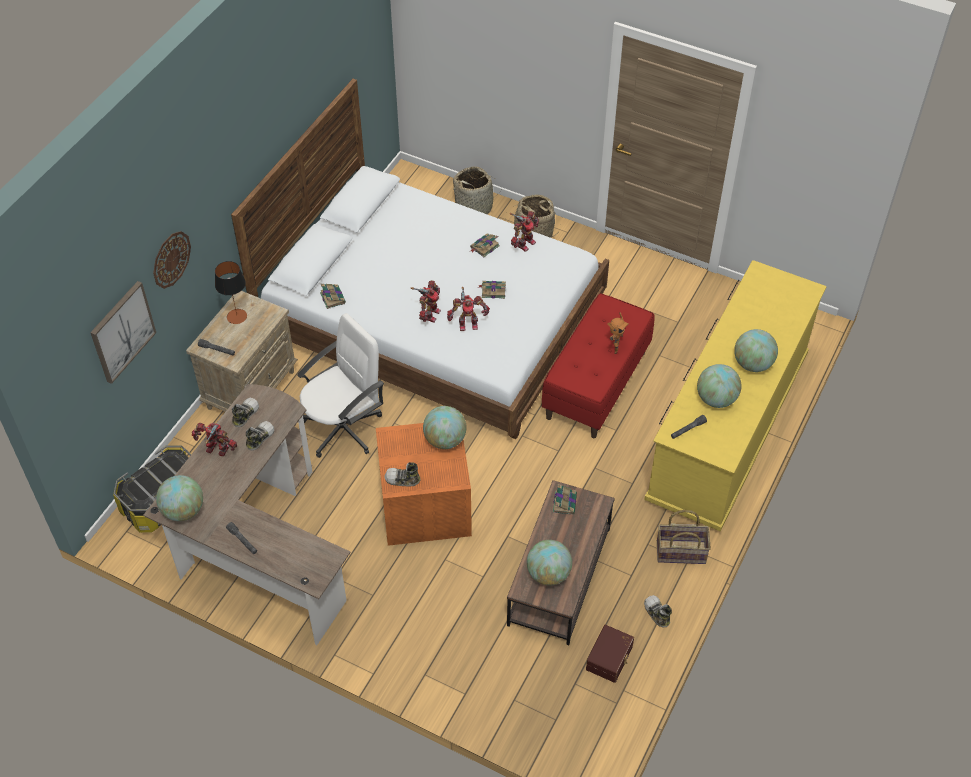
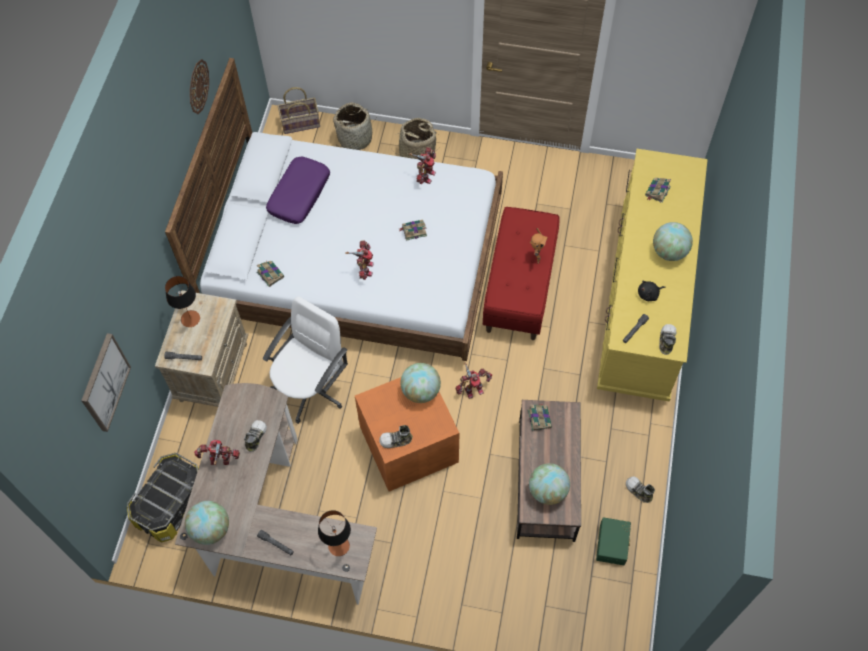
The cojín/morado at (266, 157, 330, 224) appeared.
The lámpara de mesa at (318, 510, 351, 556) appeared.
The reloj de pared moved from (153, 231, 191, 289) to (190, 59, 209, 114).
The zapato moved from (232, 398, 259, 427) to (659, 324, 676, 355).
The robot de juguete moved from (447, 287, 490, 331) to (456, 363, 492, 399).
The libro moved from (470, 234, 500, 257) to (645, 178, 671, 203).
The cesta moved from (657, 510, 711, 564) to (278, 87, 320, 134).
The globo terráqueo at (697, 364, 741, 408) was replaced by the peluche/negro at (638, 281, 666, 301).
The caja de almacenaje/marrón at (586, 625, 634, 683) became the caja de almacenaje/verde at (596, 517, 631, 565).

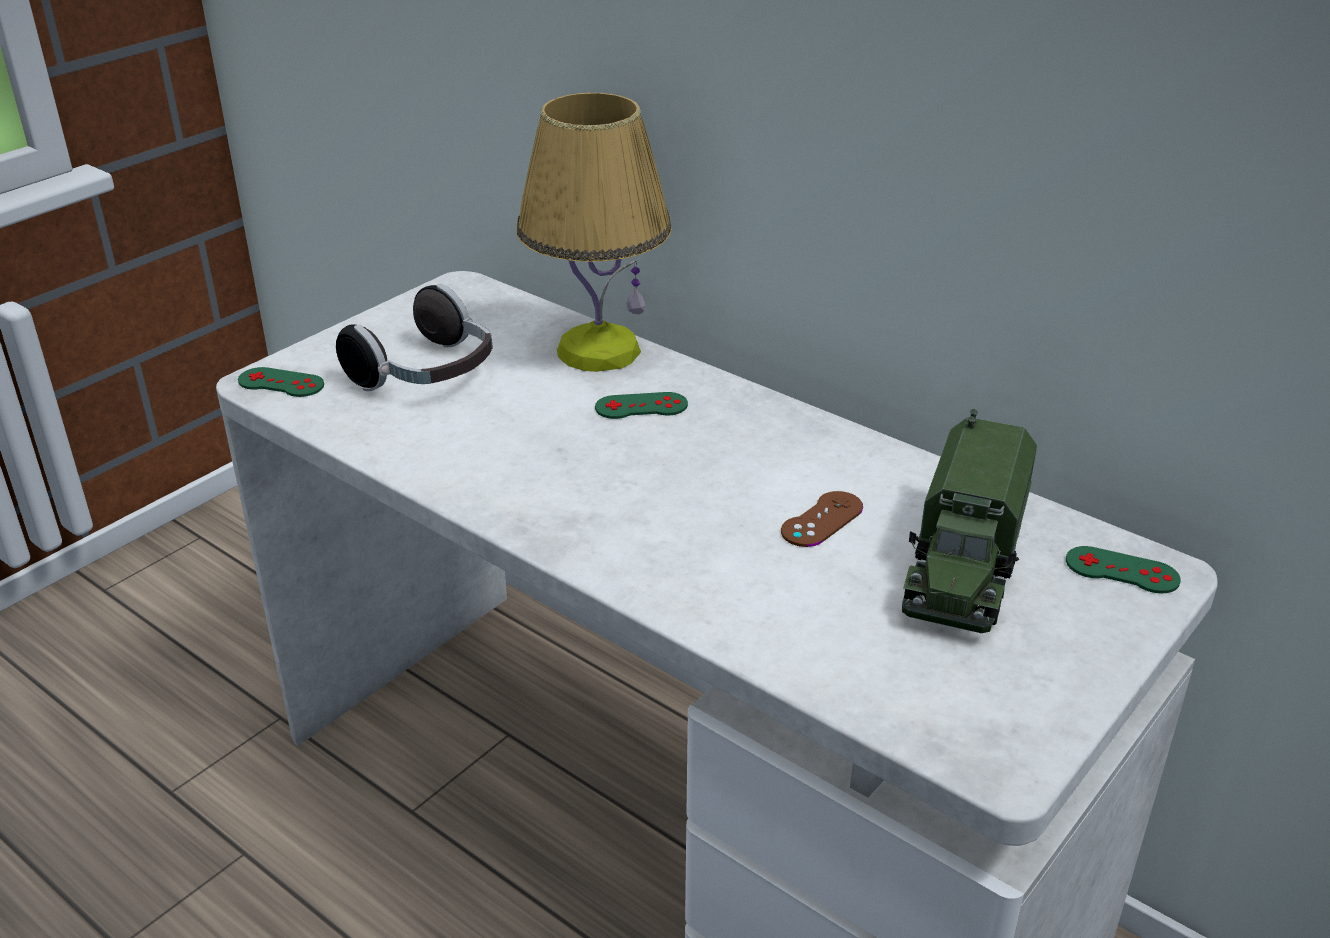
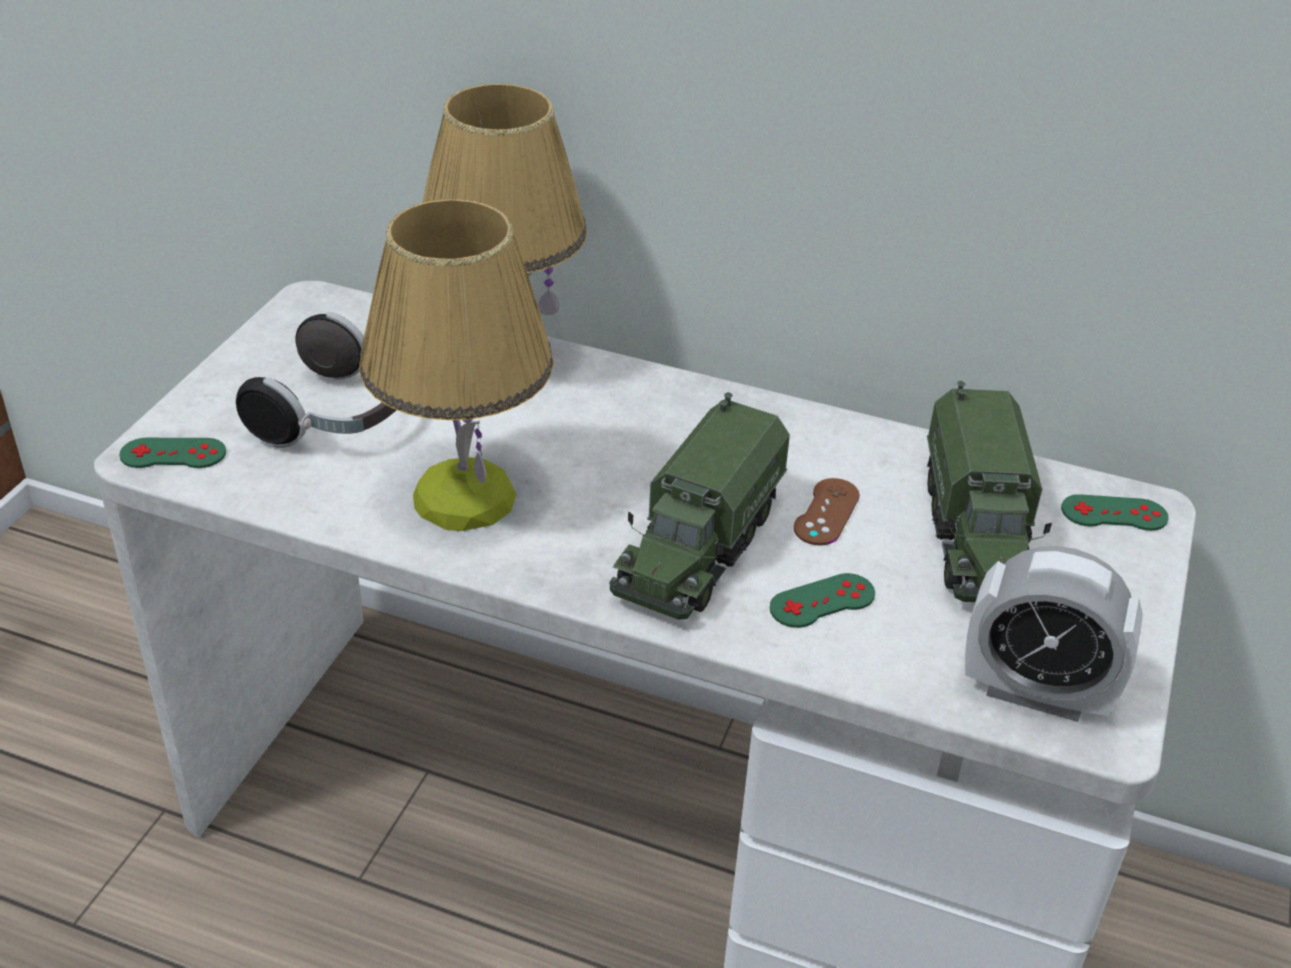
The lámpara de mesa at (359, 199, 554, 531) appeared.
The camión de juguete at (609, 392, 790, 620) appeared.
The despertador at (965, 546, 1143, 722) appeared.
The mando de consola/verde moved from (595, 392, 688, 419) to (770, 573, 875, 628).

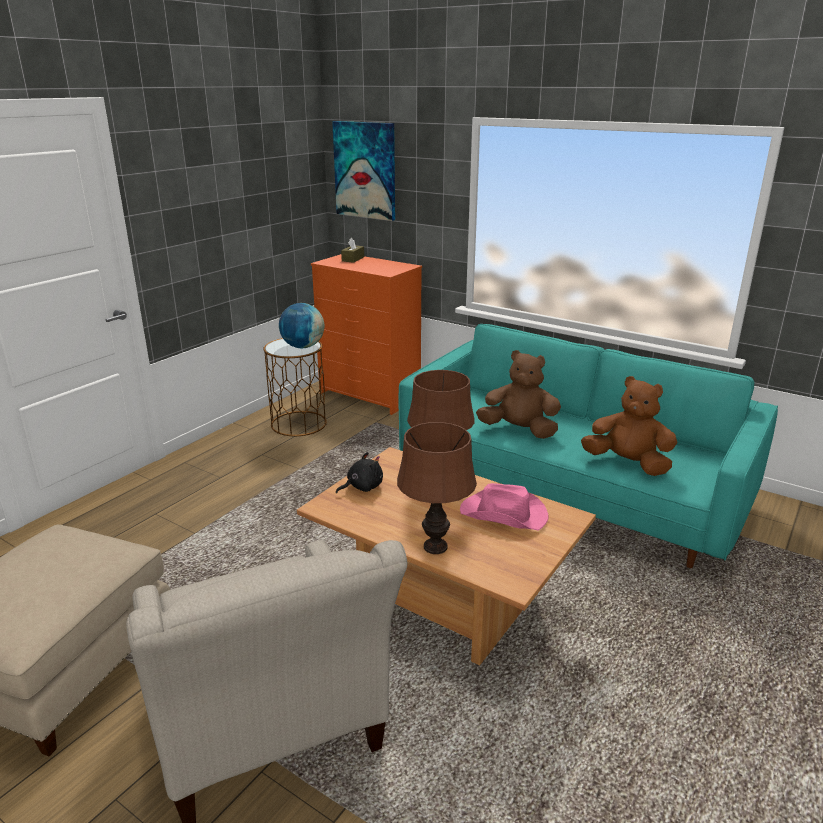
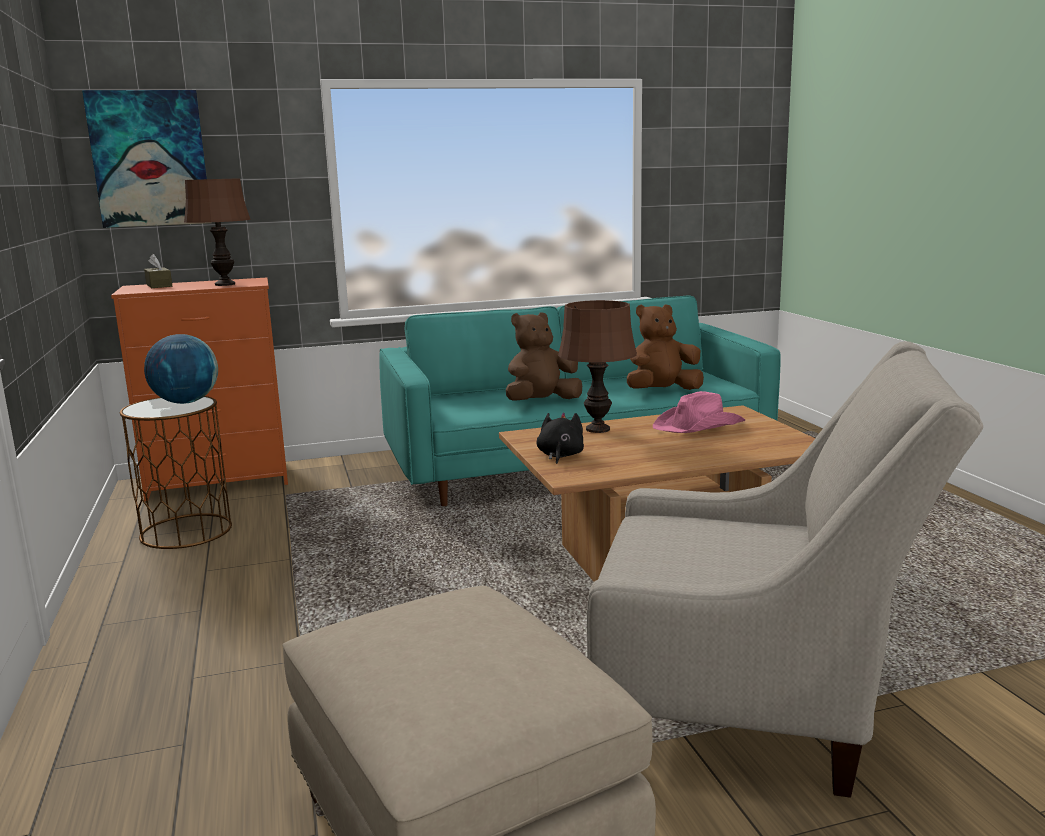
The lámpara de mesa/marrón moved from (397, 422, 477, 554) to (184, 178, 250, 286).

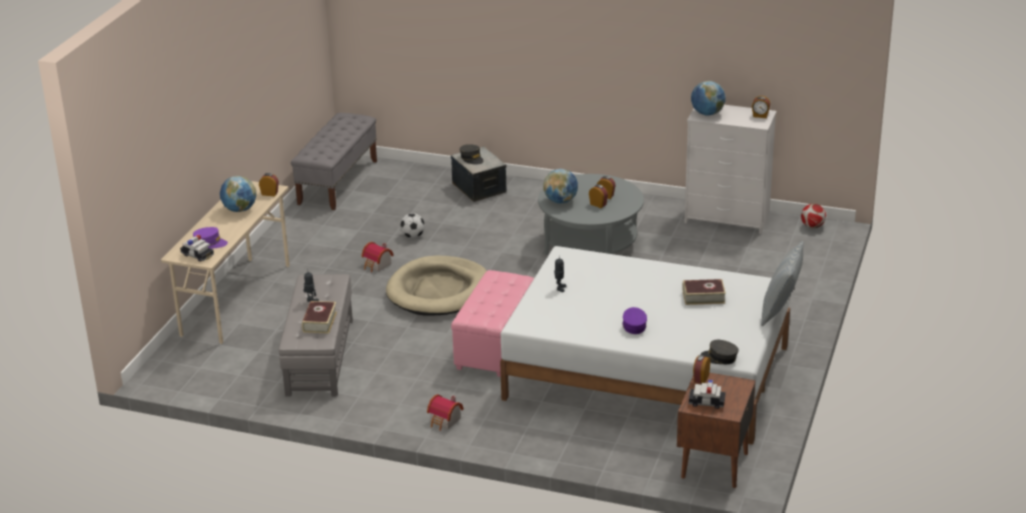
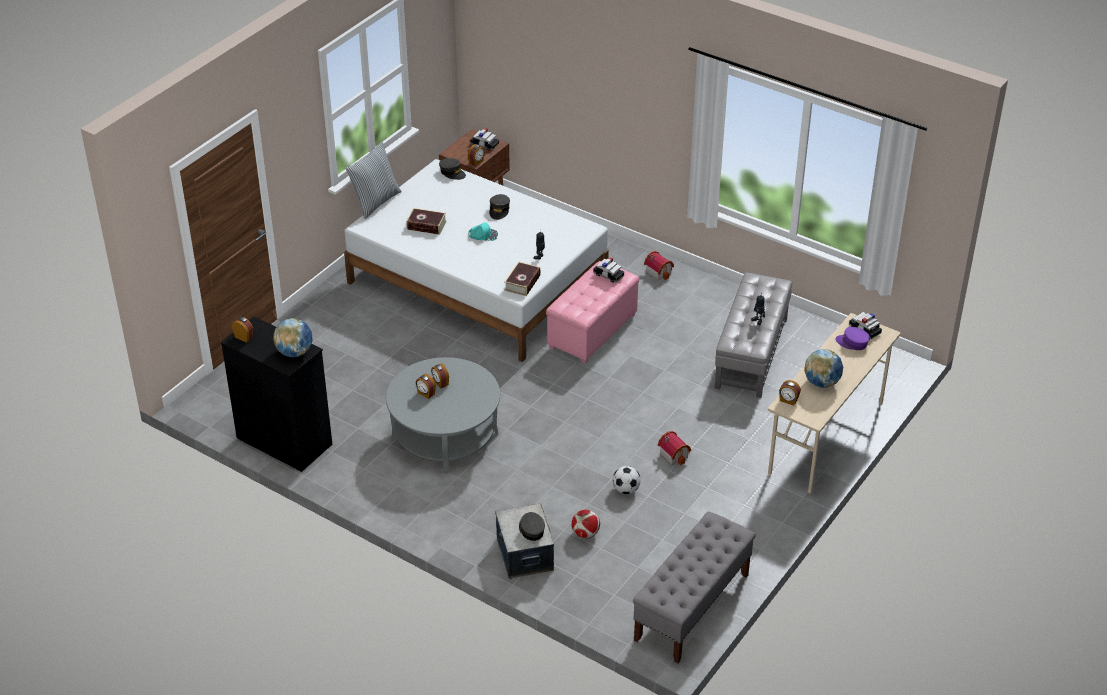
The cama para perro/beis at (386, 255, 487, 316) disappeared.
The globo terráqueo at (543, 169, 578, 204) disappeared.
The gorra/turquesa at (468, 222, 498, 241) appeared.
The coche de juguete at (593, 257, 624, 283) appeared.
The libro moved from (302, 301, 337, 334) to (504, 261, 541, 296).
The balón de fútbol moved from (801, 203, 826, 228) to (572, 509, 600, 538).
The gorra/morado at (622, 307, 647, 334) became the gorra/gris at (489, 194, 510, 220).
The cómoda/blanco at (685, 105, 777, 234) became the cómoda/negro at (221, 317, 332, 472).

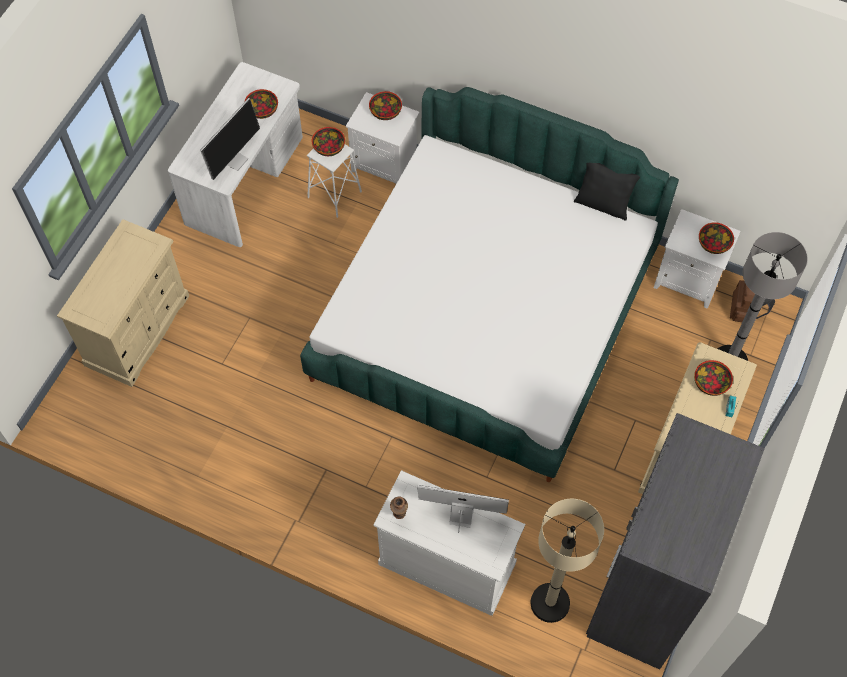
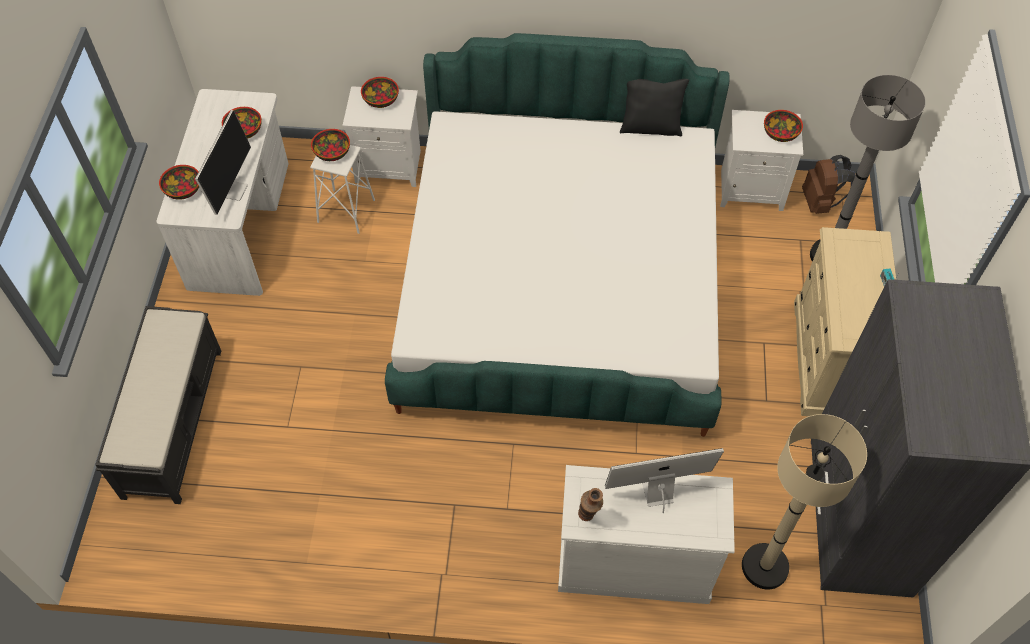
The cuenco moved from (694, 360, 733, 396) to (159, 165, 199, 200).
The cómoda/beis at (57, 219, 189, 387) was replaced by the banco/negro at (95, 306, 221, 504).

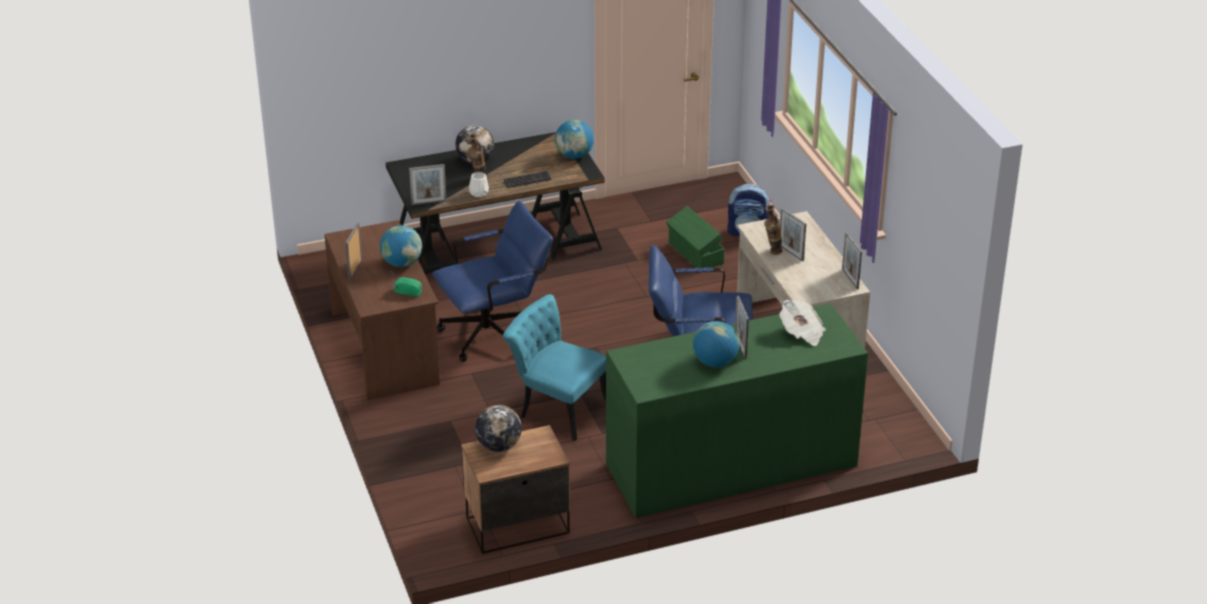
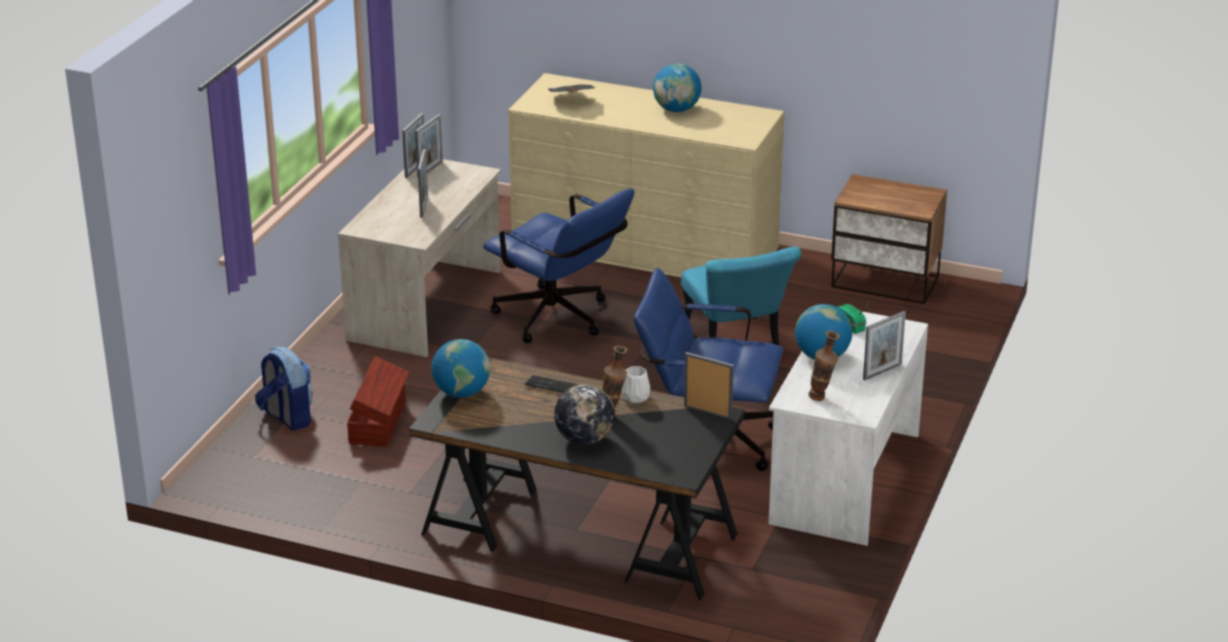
The globo terráqueo at (475, 405, 522, 452) disappeared.
The portarretratos moved from (735, 296, 749, 358) to (415, 114, 443, 177).
The florero moved from (764, 205, 782, 255) to (808, 331, 840, 401).
The escritorio/marrón at (324, 220, 440, 400) became the escritorio/blanco at (769, 312, 928, 546).
The cómoda/verde at (606, 303, 868, 518) became the cómoda/beis at (508, 73, 784, 277).
The caja de almacenaje/verde at (666, 206, 725, 268) became the caja de almacenaje/marrón at (347, 356, 409, 447).

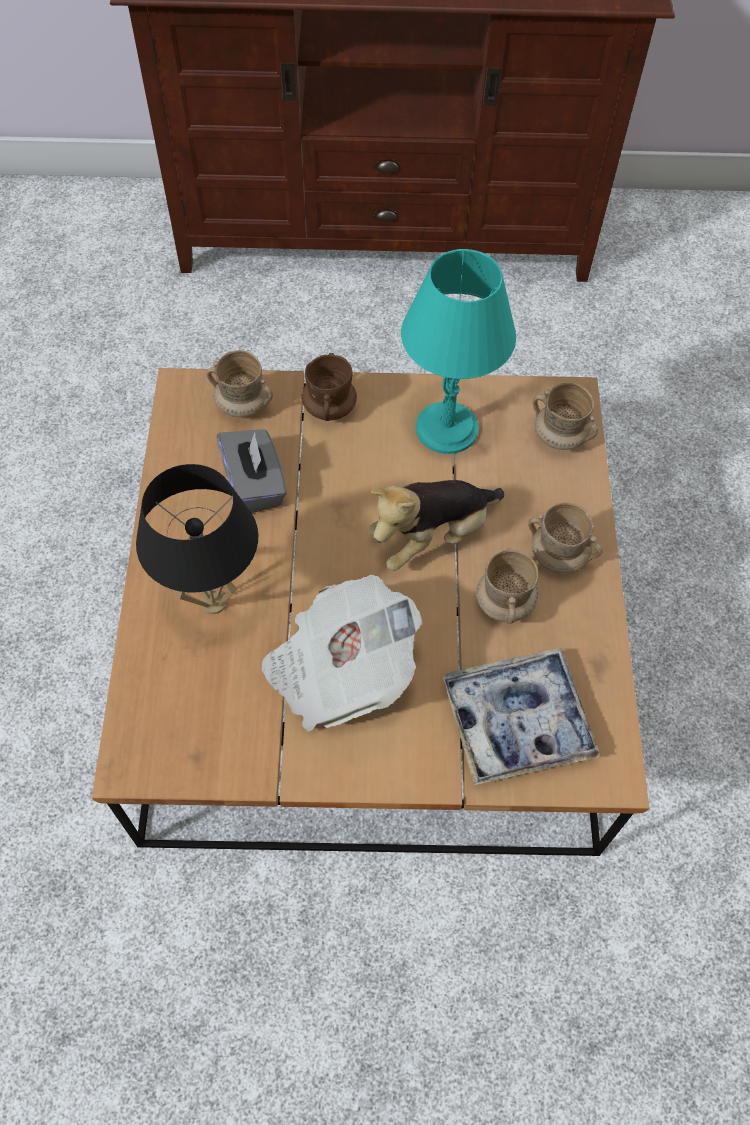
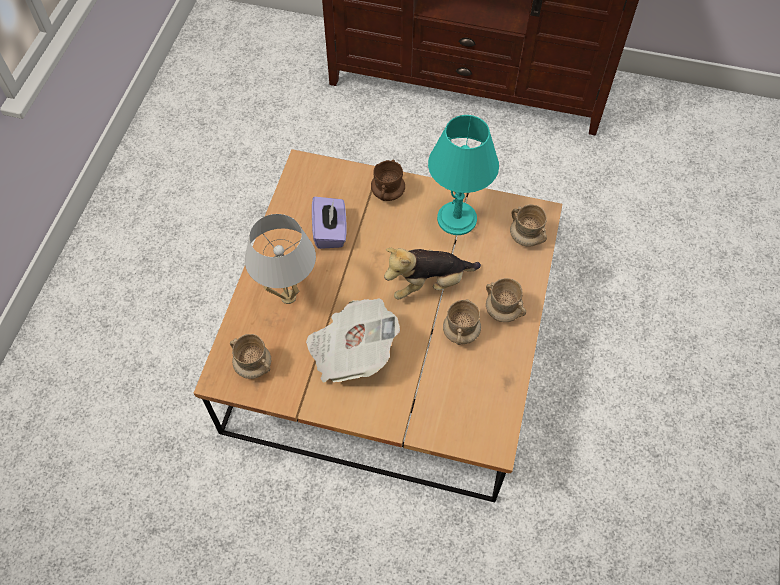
The bandeja at (443, 648, 600, 785) disappeared.
The taza grande/beis moved from (206, 350, 273, 417) to (230, 334, 271, 379).
The lámpara de mesa/negro at (136, 464, 258, 614) became the lámpara de mesa/blanco at (245, 214, 316, 304).
The caja de pañuelos/gris at (217, 429, 287, 513) became the caja de pañuelos/morado at (312, 197, 346, 249).

